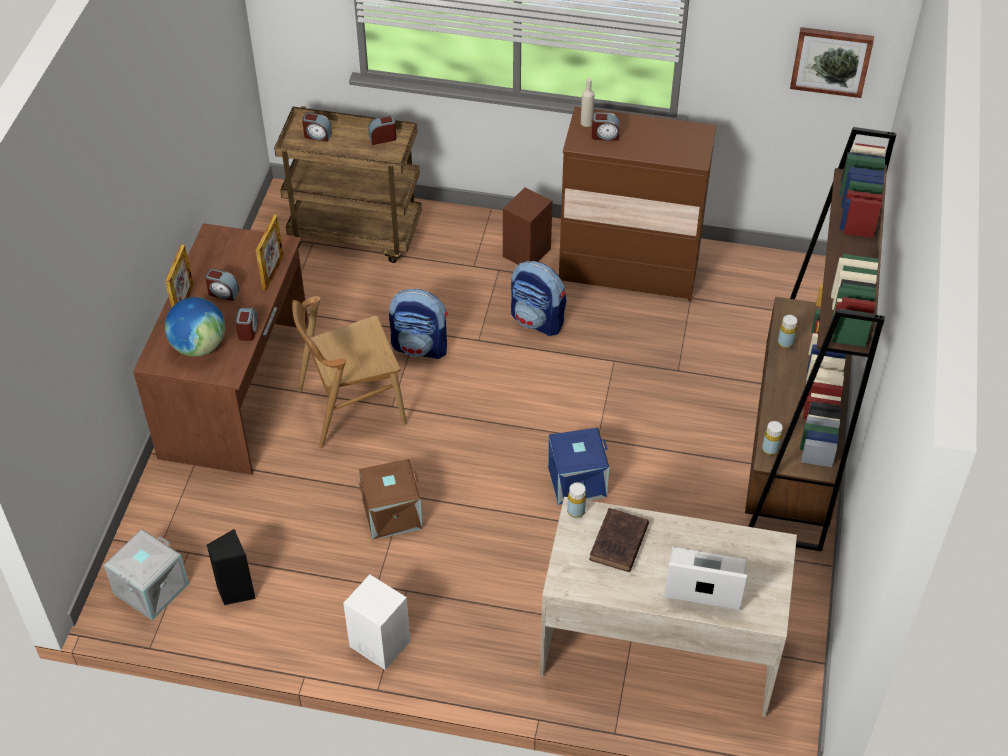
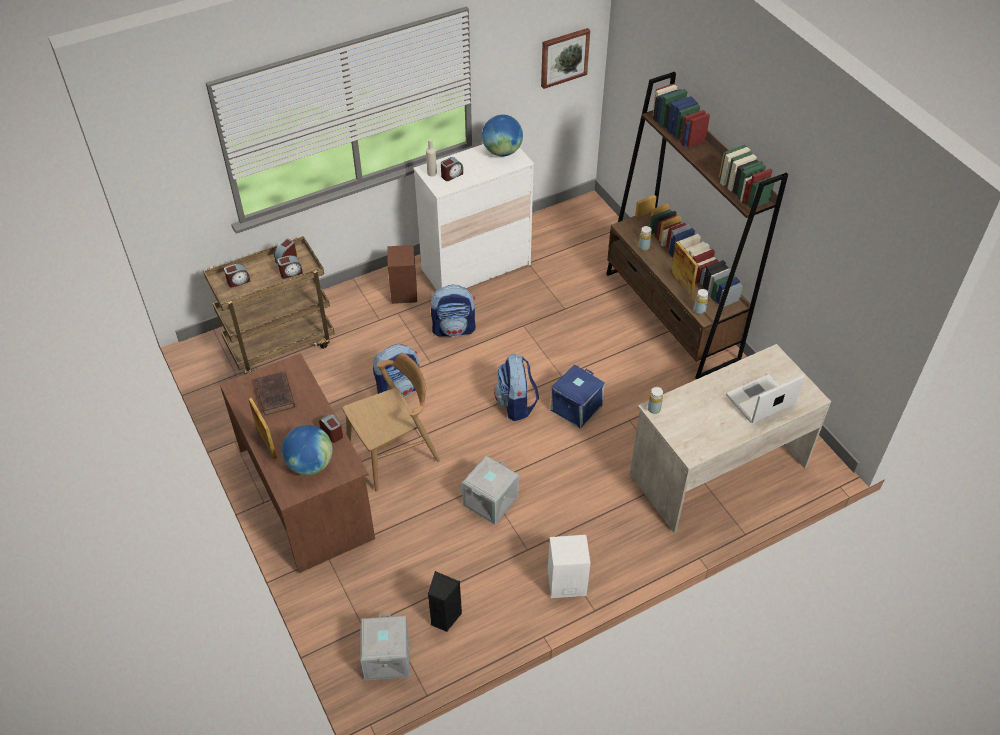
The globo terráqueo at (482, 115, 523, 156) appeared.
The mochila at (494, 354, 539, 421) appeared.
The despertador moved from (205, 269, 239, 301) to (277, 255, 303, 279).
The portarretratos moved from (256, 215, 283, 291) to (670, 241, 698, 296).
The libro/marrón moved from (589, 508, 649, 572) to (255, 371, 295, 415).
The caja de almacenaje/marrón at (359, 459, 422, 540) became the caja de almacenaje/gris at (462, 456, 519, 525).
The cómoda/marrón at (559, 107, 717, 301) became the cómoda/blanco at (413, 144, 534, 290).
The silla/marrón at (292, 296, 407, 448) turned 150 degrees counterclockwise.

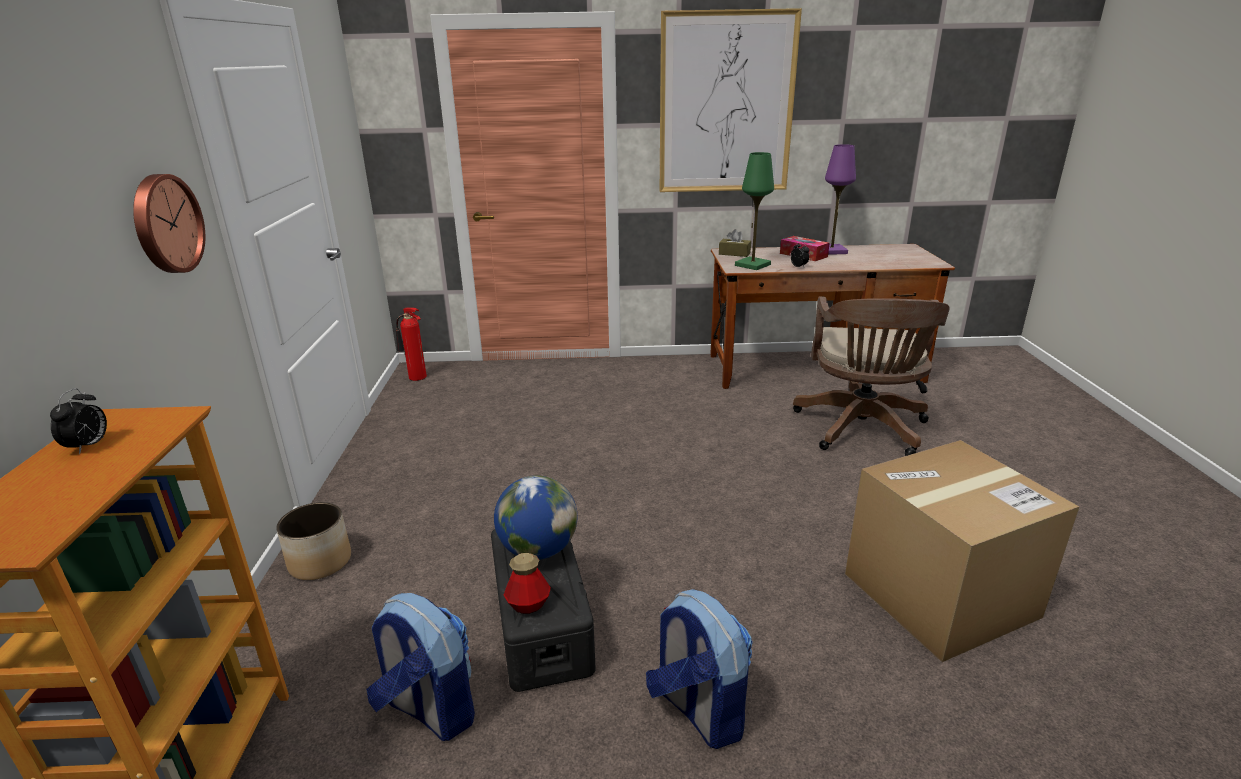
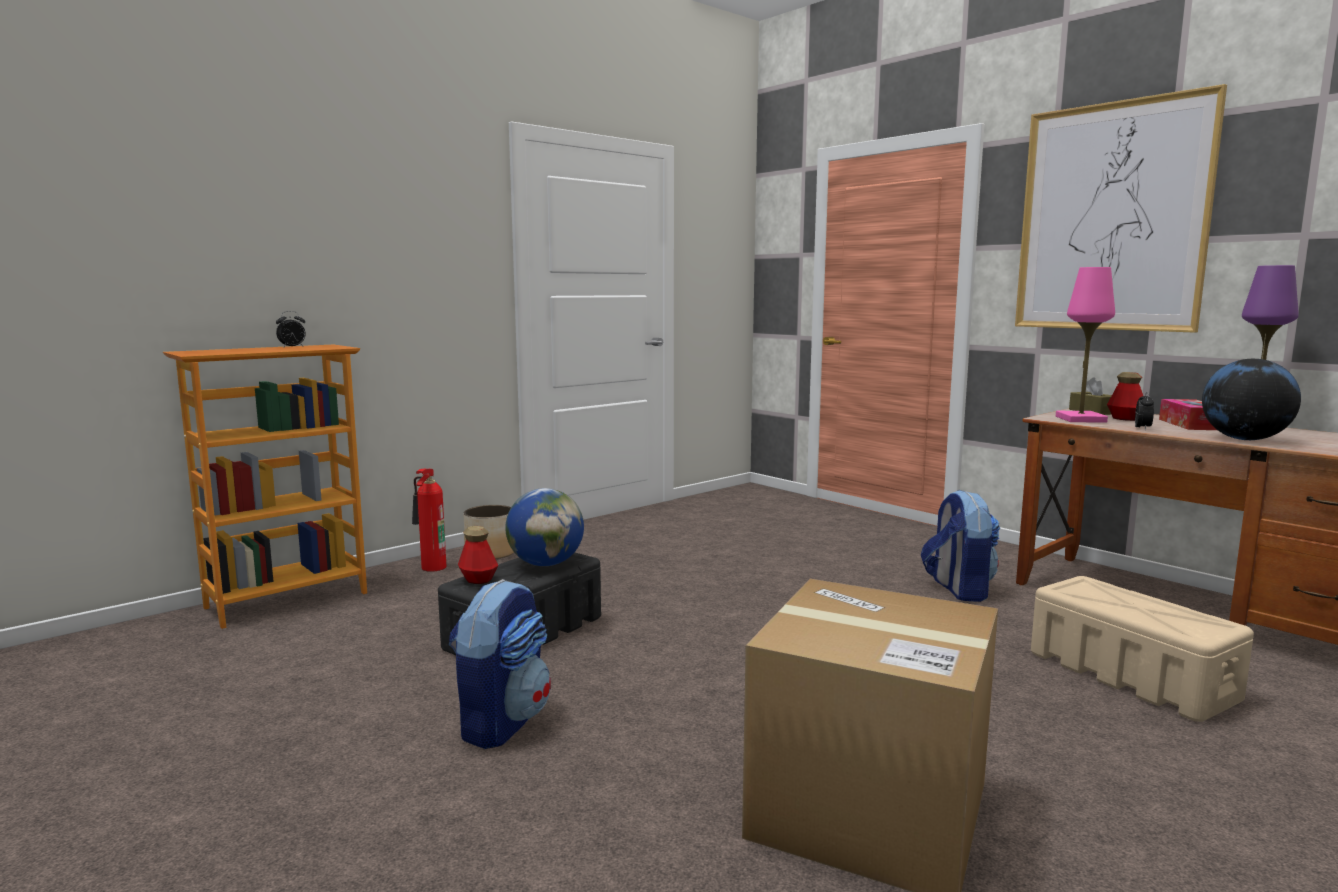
The reloj de pared at (133, 174, 205, 273) disappeared.
The botella at (1107, 372, 1143, 421) appeared.
The globo terráqueo at (1202, 359, 1301, 440) appeared.
The mochila moved from (366, 593, 475, 741) to (921, 490, 1000, 602).
The extintor moved from (396, 307, 427, 381) to (412, 469, 446, 572).
The silla de oficina/marrón at (793, 297, 950, 456) was replaced by the caja de almacenaje/beis at (1031, 576, 1254, 722).
The lámpara de mesa/verde at (735, 152, 774, 270) became the lámpara de mesa/rosa at (1056, 267, 1115, 423).

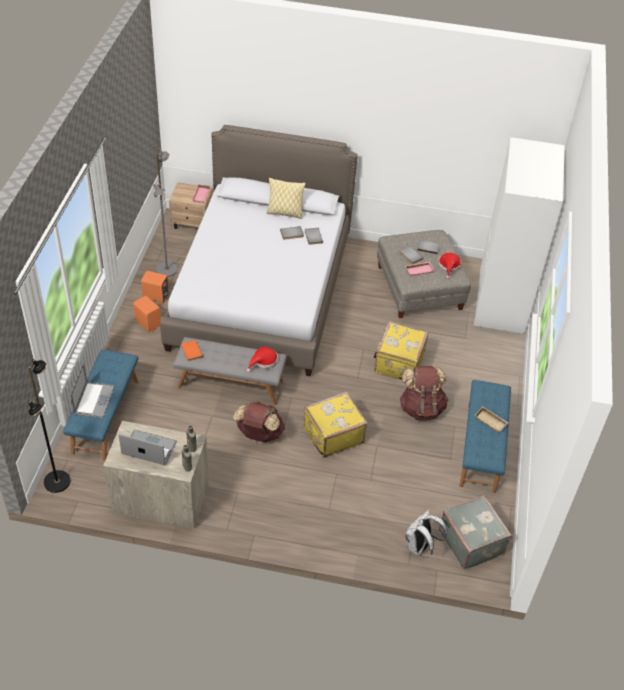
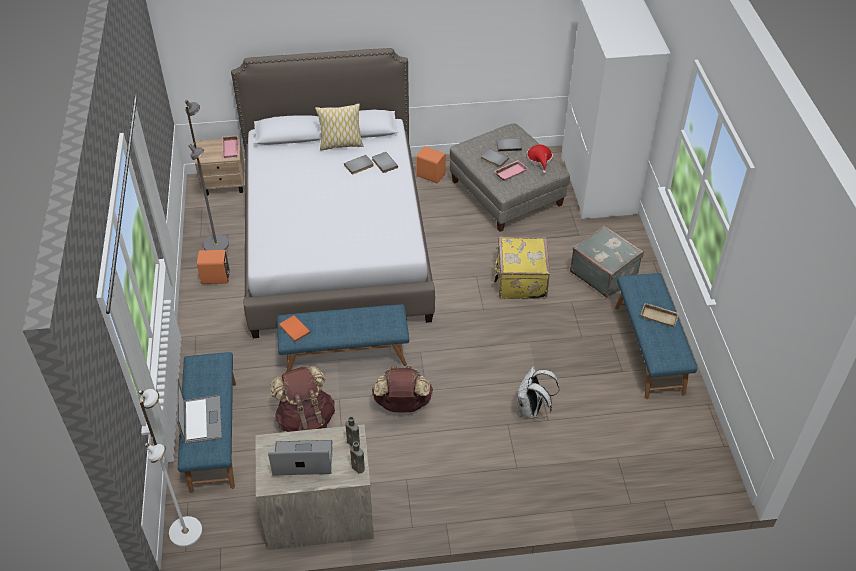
The sombrero/rojo at (247, 347, 278, 372) disappeared.
The maleta/amarillo at (304, 391, 368, 458) disappeared.
The altavoz/naranja moved from (133, 296, 161, 332) to (416, 146, 446, 183).
The mochila/marrón moved from (399, 366, 448, 421) to (270, 366, 335, 432).
The mochila/blanco moved from (405, 510, 447, 558) to (517, 366, 559, 419).
The maleta/gris moved from (439, 495, 512, 570) to (570, 225, 644, 298).
The lámpara de pie/negro at (27, 359, 70, 493) became the lámpara de pie/blanco at (138, 389, 202, 547).
The banco/gris at (173, 337, 287, 405) became the banco/azul at (277, 304, 409, 372).

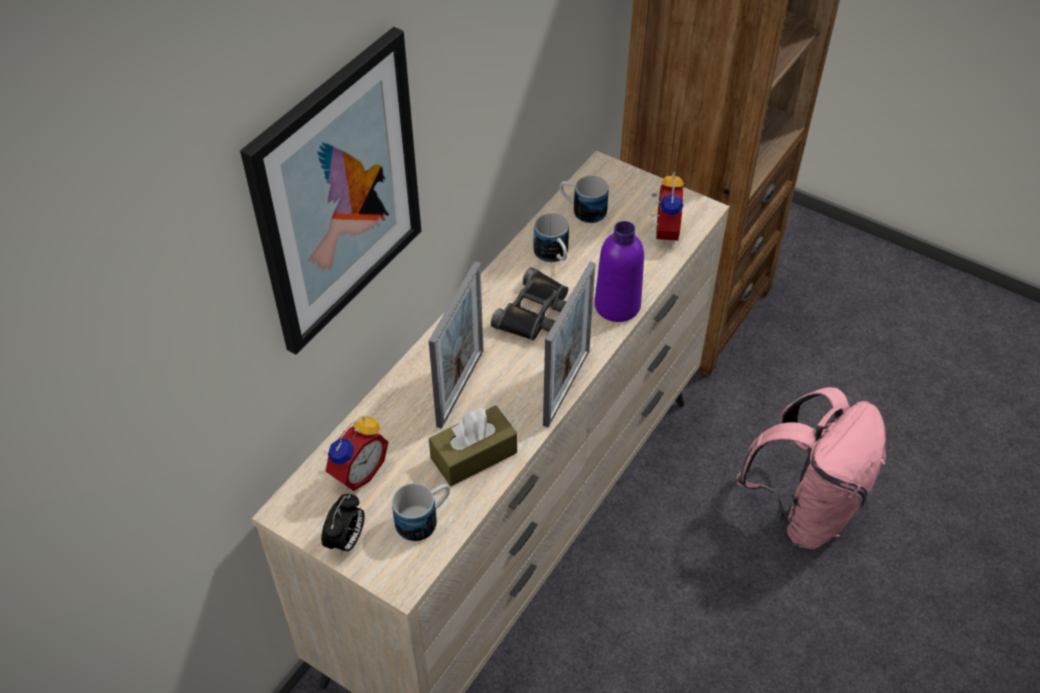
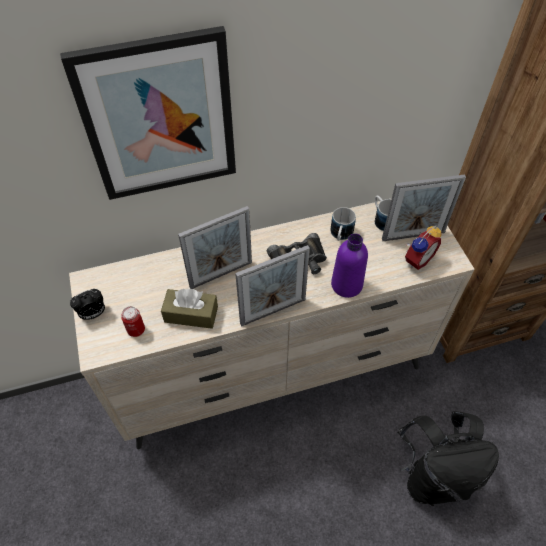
The despertador at (324, 416, 388, 491) disappeared.
The portarretratos at (382, 174, 466, 241) appeared.
The taza grande at (392, 483, 450, 541) was replaced by the lata at (121, 306, 145, 337).
The mochila/rosa at (737, 387, 886, 550) became the mochila/negro at (397, 411, 499, 506).

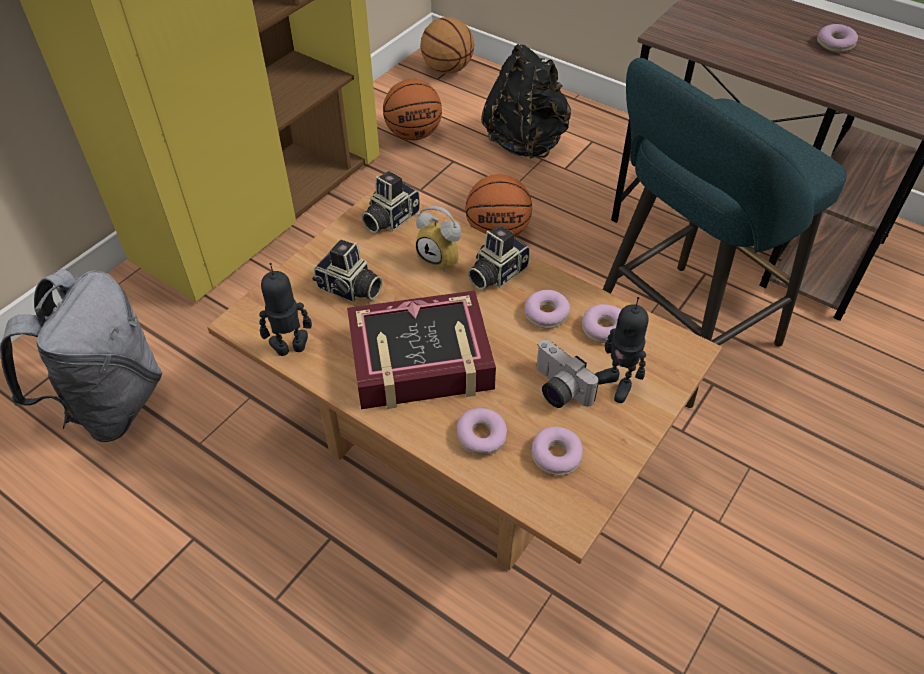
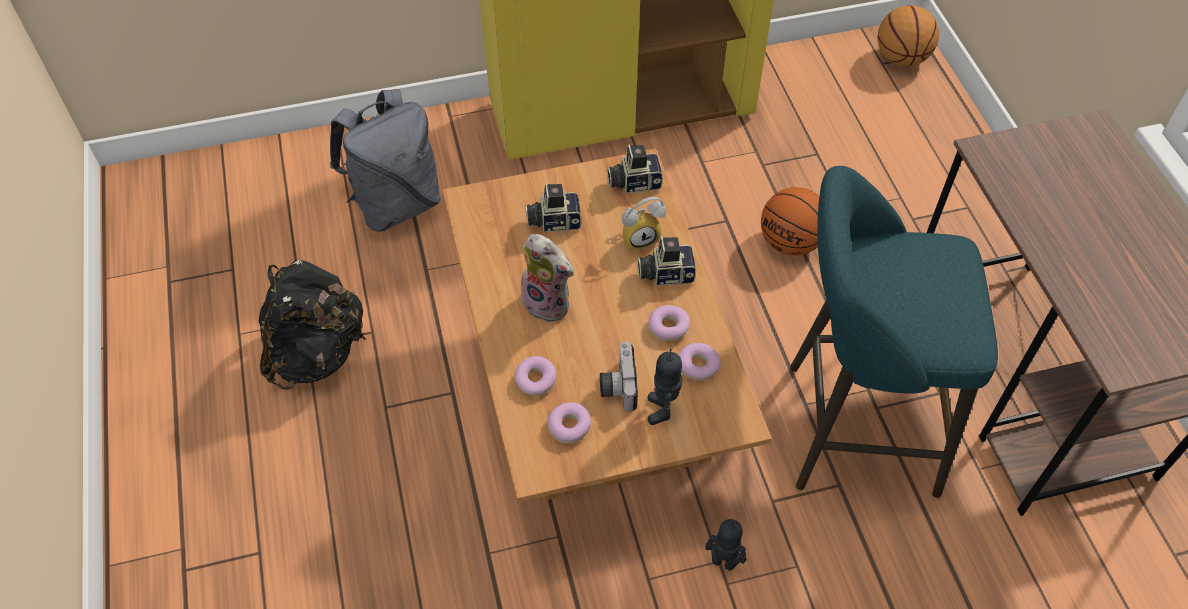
The balón de baloncesto at (383, 79, 442, 140) disappeared.
The rosquilla at (817, 24, 858, 52) disappeared.
The robot de juguete moved from (259, 263, 312, 356) to (705, 519, 746, 570).
The mochila/negro moved from (481, 44, 571, 159) to (259, 260, 366, 390).
The libro at (347, 291, 496, 409) was replaced by the peluche at (521, 234, 574, 323).
The cámara at (312, 240, 383, 302) turned 105 degrees clockwise.
The despertador at (416, 206, 461, 271) turned 90 degrees counterclockwise.

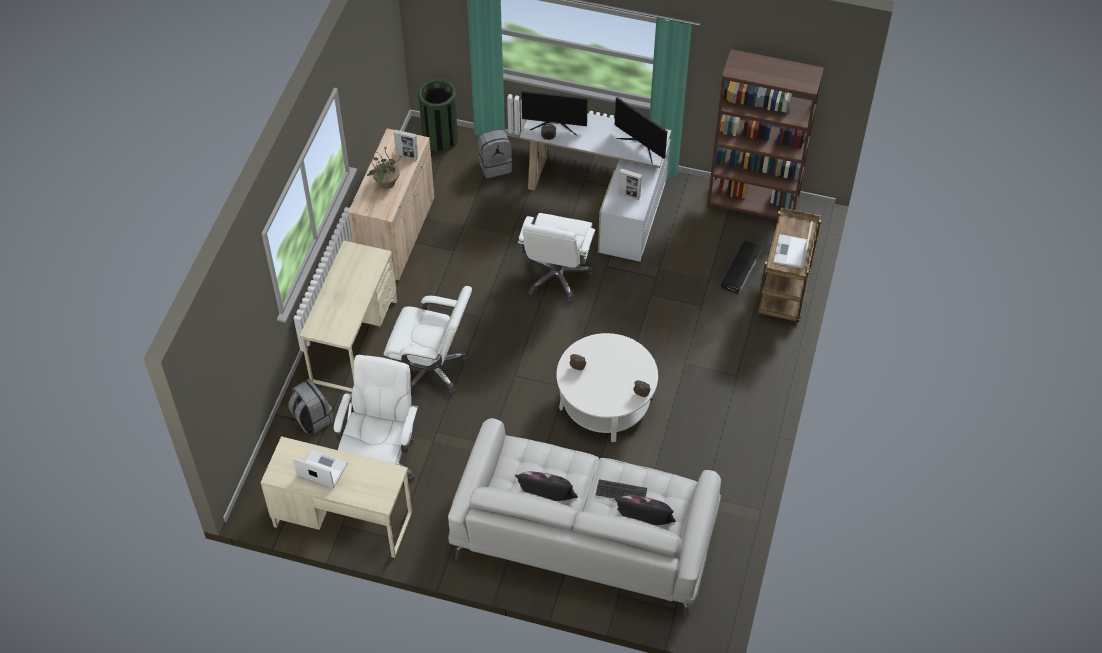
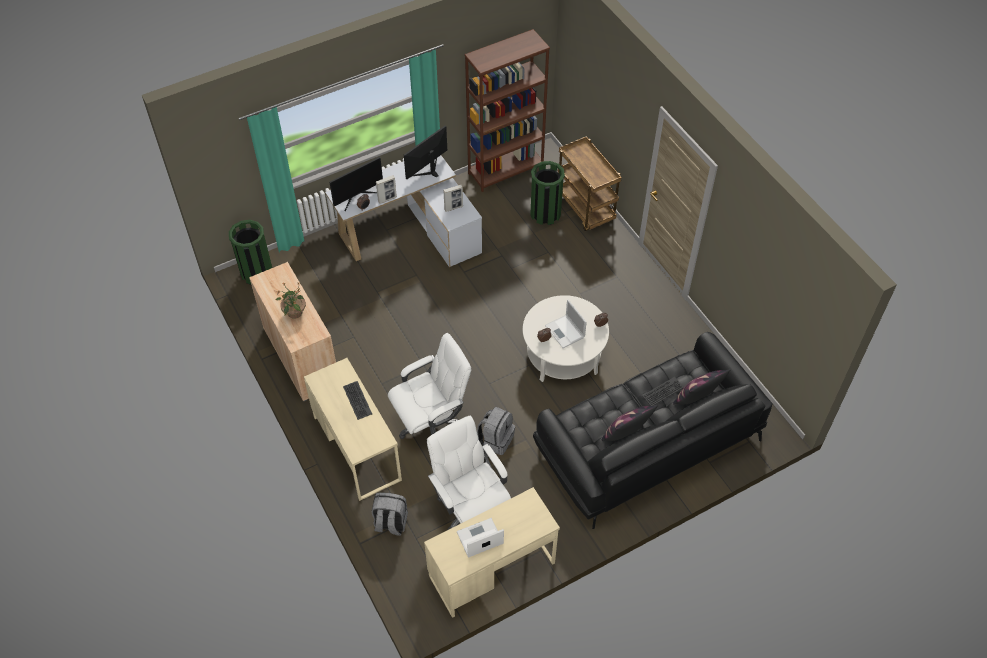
The silla de oficina/blanco at (518, 213, 595, 303) disappeared.
The teclado at (343, 381, 372, 420) appeared.
The portarretratos moved from (394, 130, 418, 160) to (376, 175, 397, 204).
The mochila/gris moved from (478, 130, 512, 178) to (477, 407, 515, 455).
The portátil moved from (774, 221, 813, 268) to (545, 300, 587, 348).
The caja de almacenaje/negro at (721, 241, 762, 295) was replaced by the papelera/verde at (530, 161, 565, 225).
The sofá/blanco at (448, 418, 721, 619) became the sofá/negro at (533, 332, 773, 529).
The monitor at (615, 97, 667, 163) turned 135 degrees clockwise.

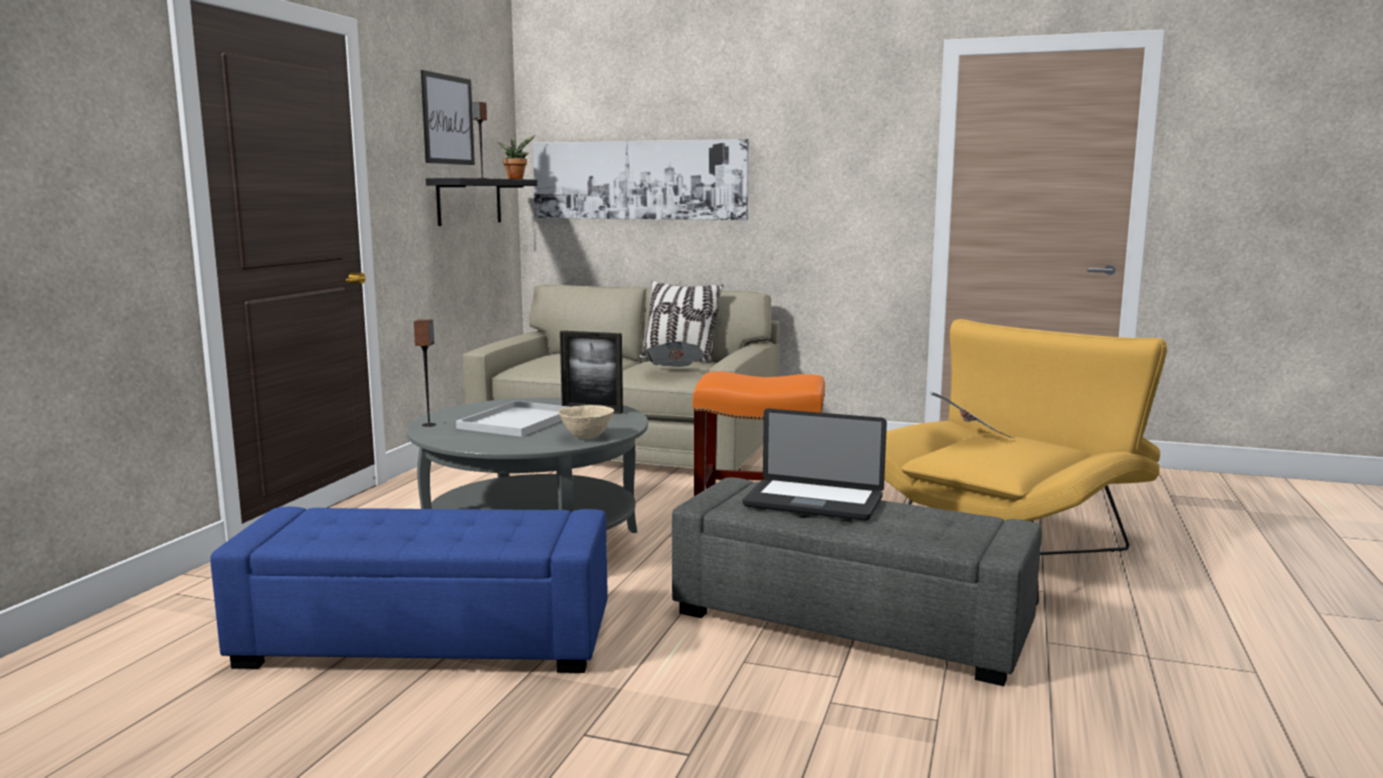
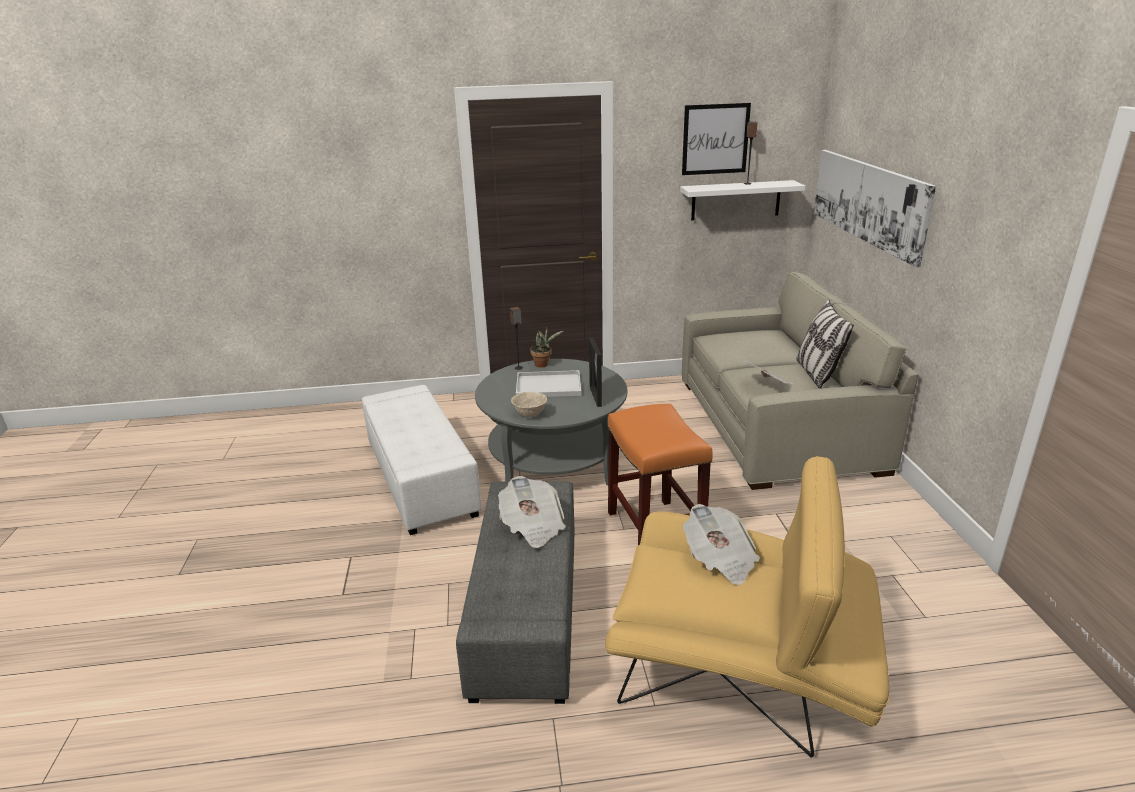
The planta en maceta moved from (497, 134, 535, 179) to (530, 328, 563, 368).
The portátil at (743, 409, 887, 521) was replaced by the periódico at (498, 476, 566, 548).
The puf/azul at (210, 507, 608, 673) became the puf/blanco at (362, 385, 482, 535).
The estante/negro at (426, 178, 537, 226) became the estante/blanco at (680, 180, 805, 220).

